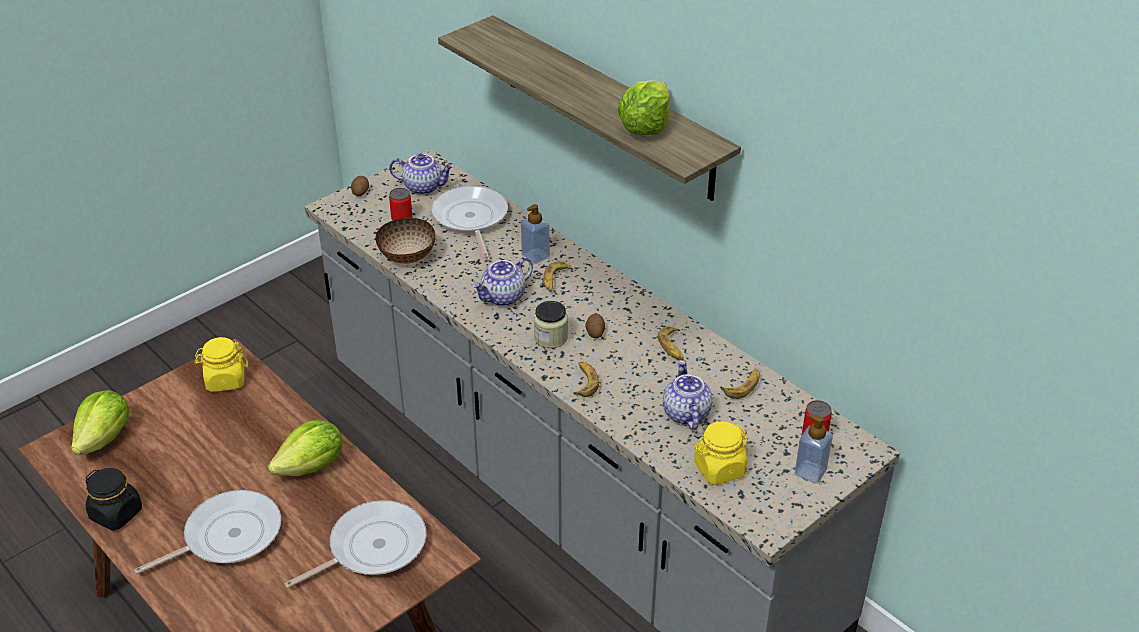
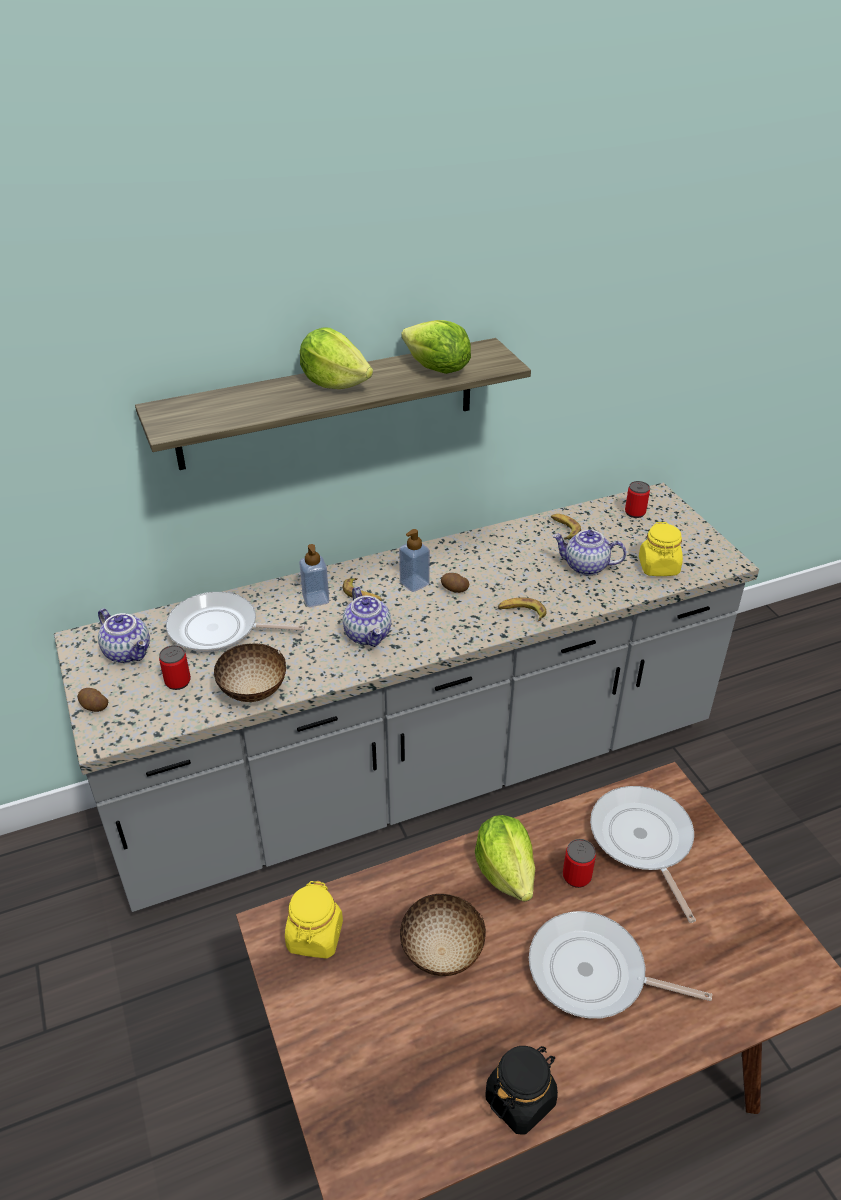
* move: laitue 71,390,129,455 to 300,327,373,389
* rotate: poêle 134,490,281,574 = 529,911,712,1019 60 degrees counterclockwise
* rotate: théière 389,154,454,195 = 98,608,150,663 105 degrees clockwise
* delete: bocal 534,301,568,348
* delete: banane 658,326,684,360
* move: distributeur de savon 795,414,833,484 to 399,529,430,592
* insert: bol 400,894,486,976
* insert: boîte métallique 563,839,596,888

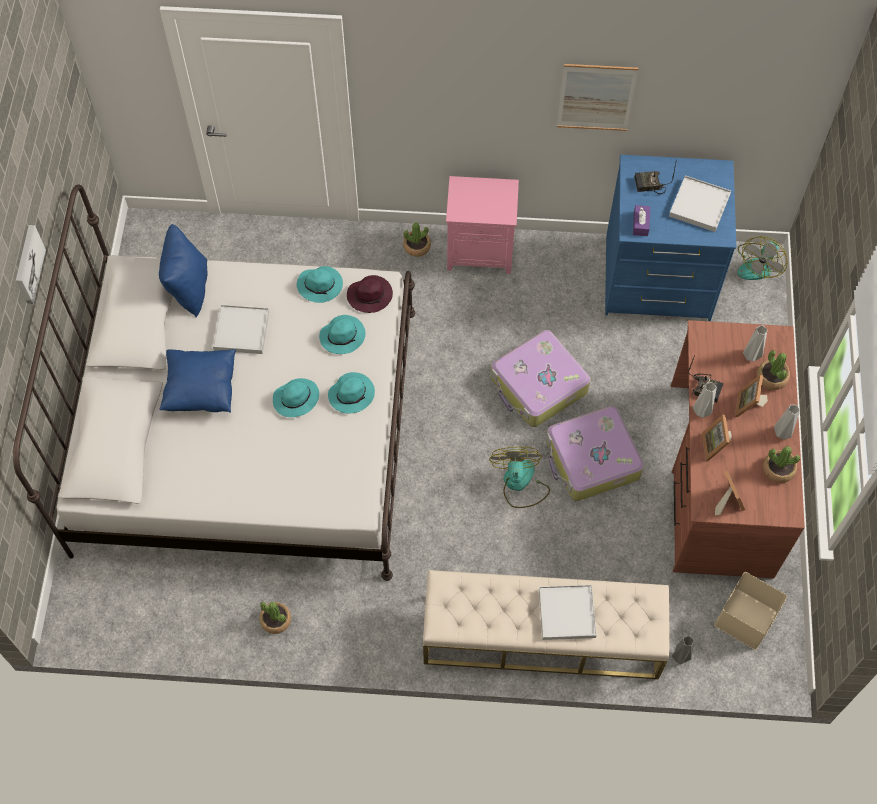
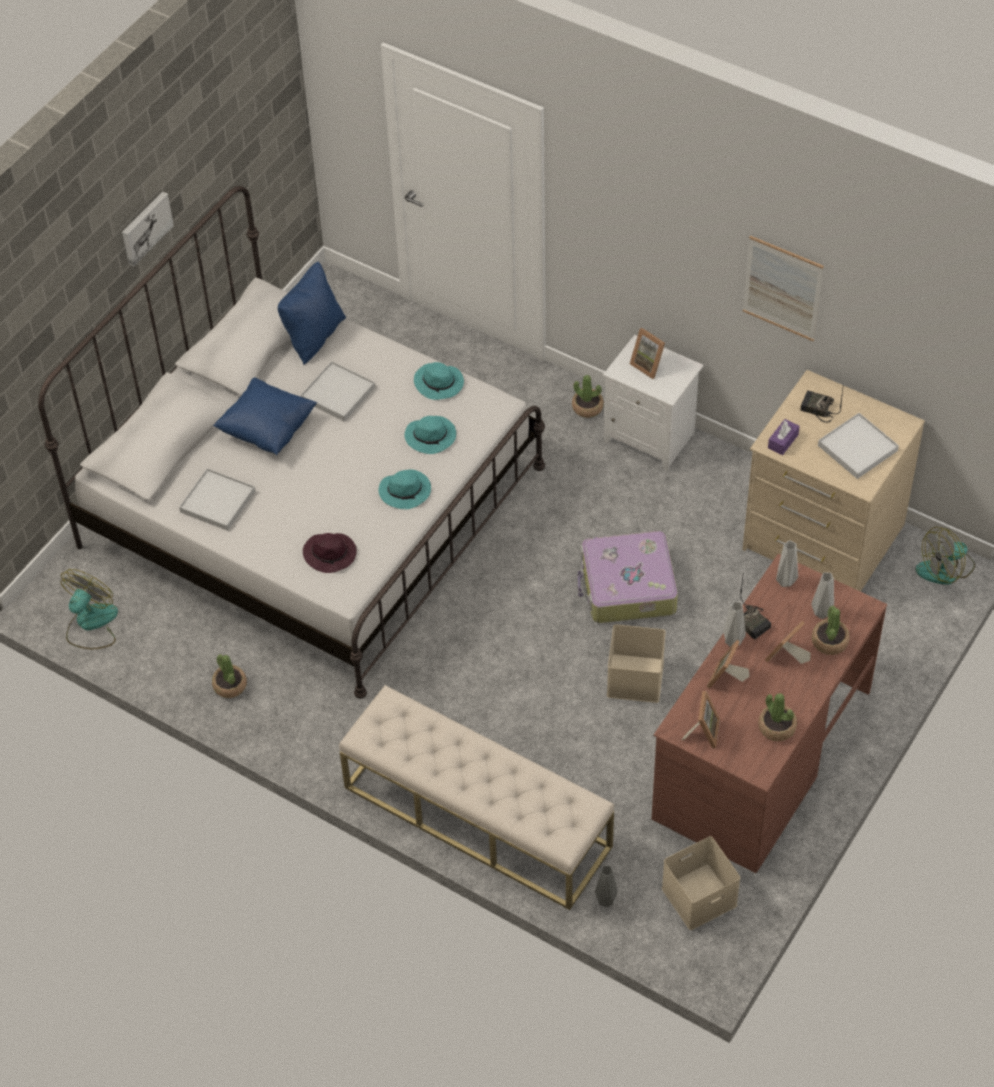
* delete: chapeau/turquoise 273,378,319,417
* move: chapeau/violet 347,275,393,313 to 303,533,357,573
* recolor: table de chevet/rose 446,176,519,274 to table de chevet/blanc 603,335,704,471
* move: ventilateur 489,447,550,508 to 61,569,118,649
* move: plateau/blanc 539,585,597,640 to 179,468,255,531
* replace: valise 546,406,644,501 to boîte de rangement/beige 607,624,666,703
* recolor: commode/bleu 605,155,736,321 to commode/beige 742,370,925,592
* move: vase/gris 774,405,800,440 to 776,540,798,587
* insert: cadre photo 630,328,665,379

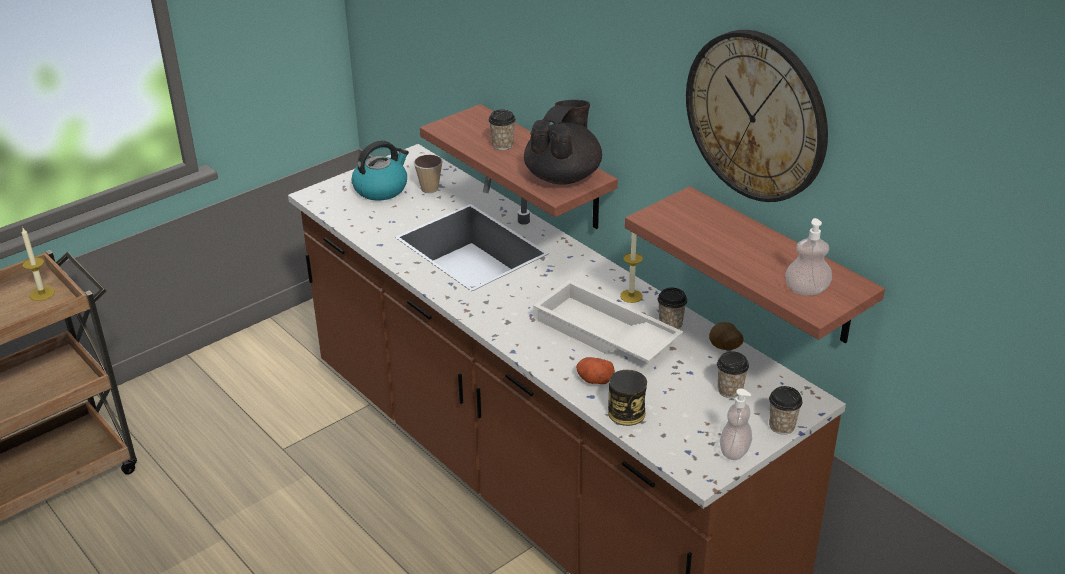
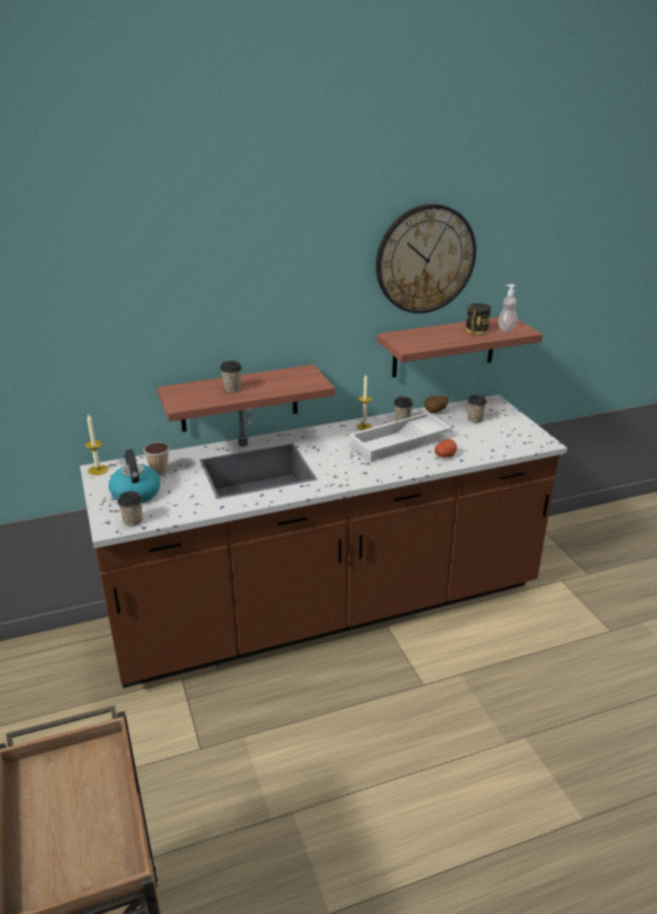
* move: bougie 22,228,55,301 to 85,414,108,475
* delete: théière/noir 524,100,602,185
* move: boîte métallique 608,370,647,426 to 466,303,491,335
* delete: distributeur de savon 720,388,752,460
* move: tasse 769,386,803,435 to 118,491,142,527

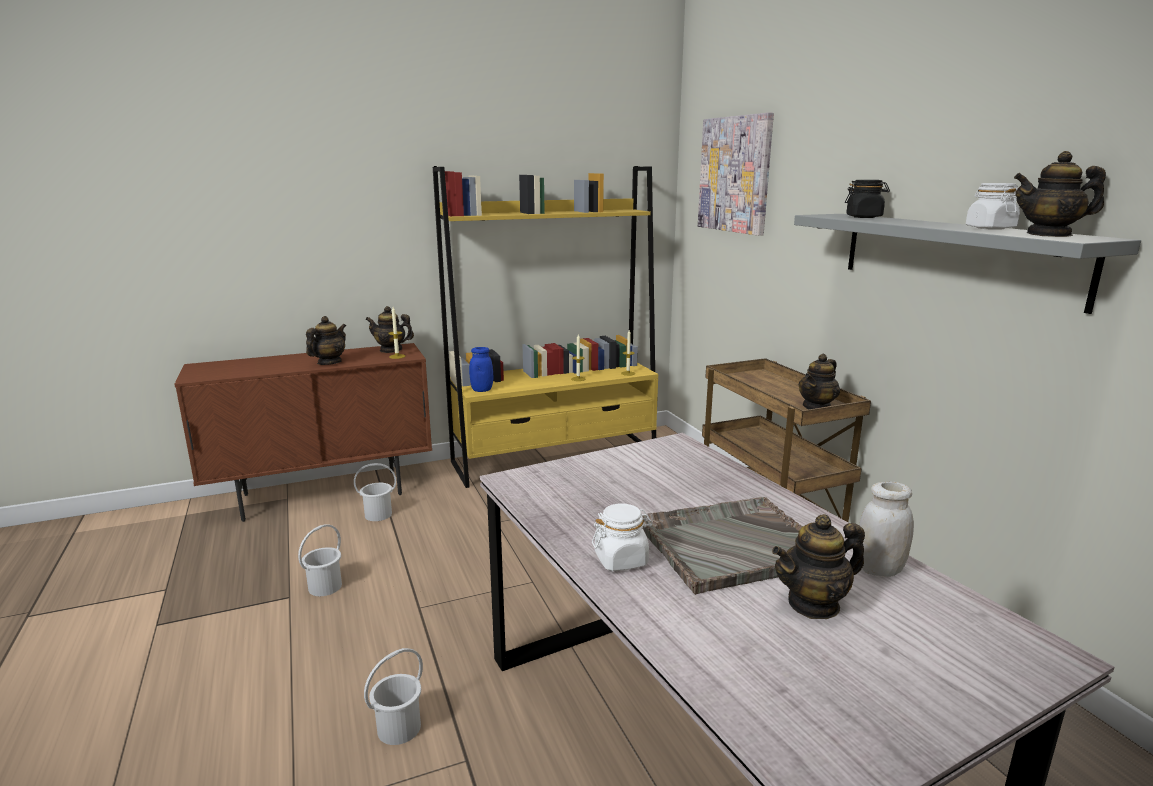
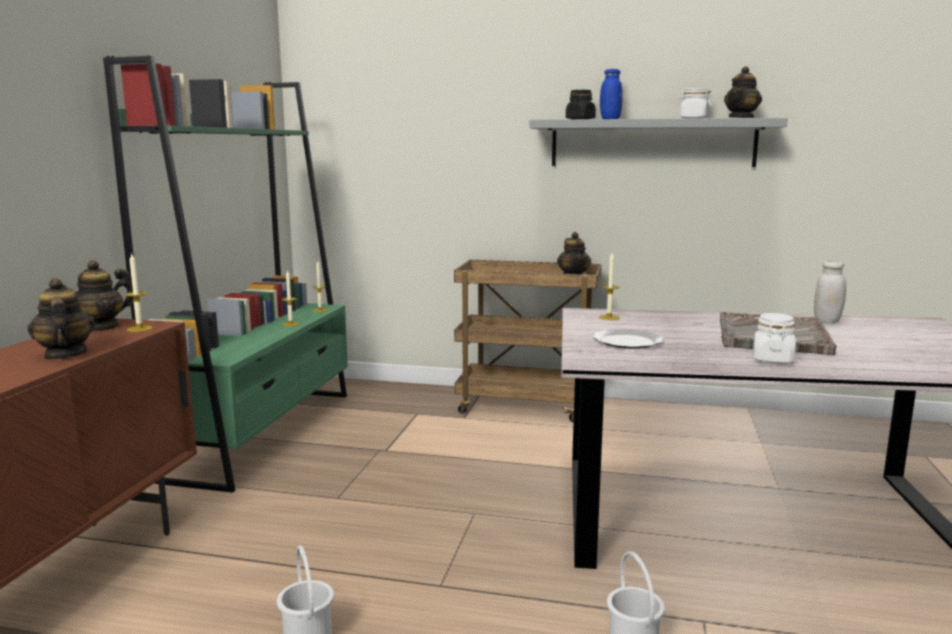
* delete: seau/blanc 354,463,396,521
* recolor: bibliothèque/jaune 433,166,658,488 to bibliothèque/vert 103,56,348,493
* move: bocal/bleu 469,347,493,392 to 600,69,622,119
* delete: tableau 698,113,774,236
* delete: théière 772,514,865,619
* insert: assiette 593,329,663,349
* insert: bougie 599,253,620,320

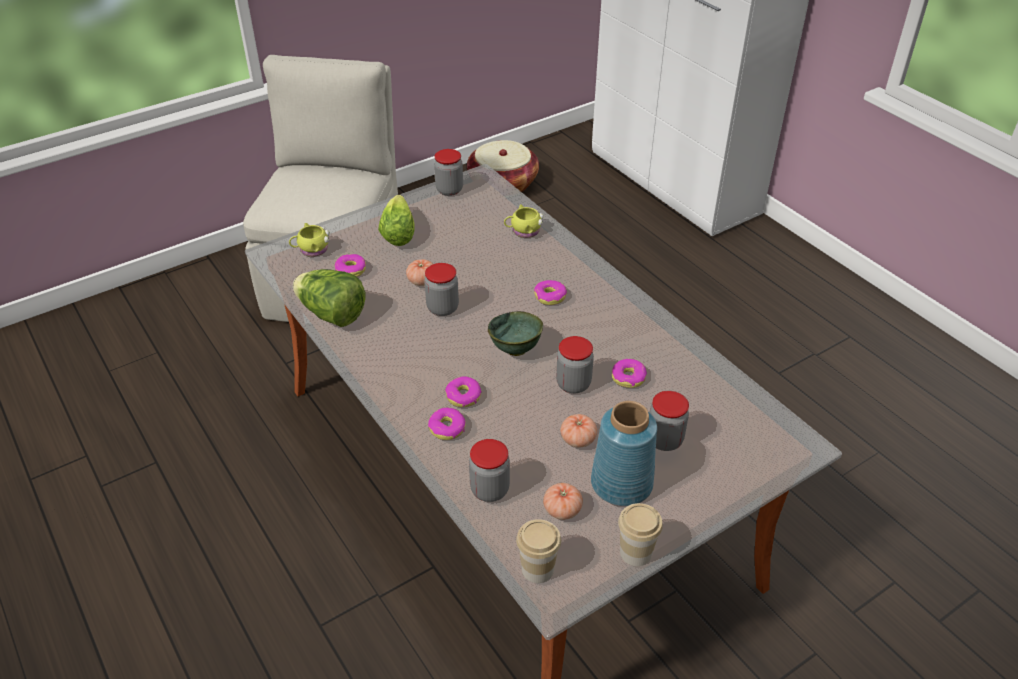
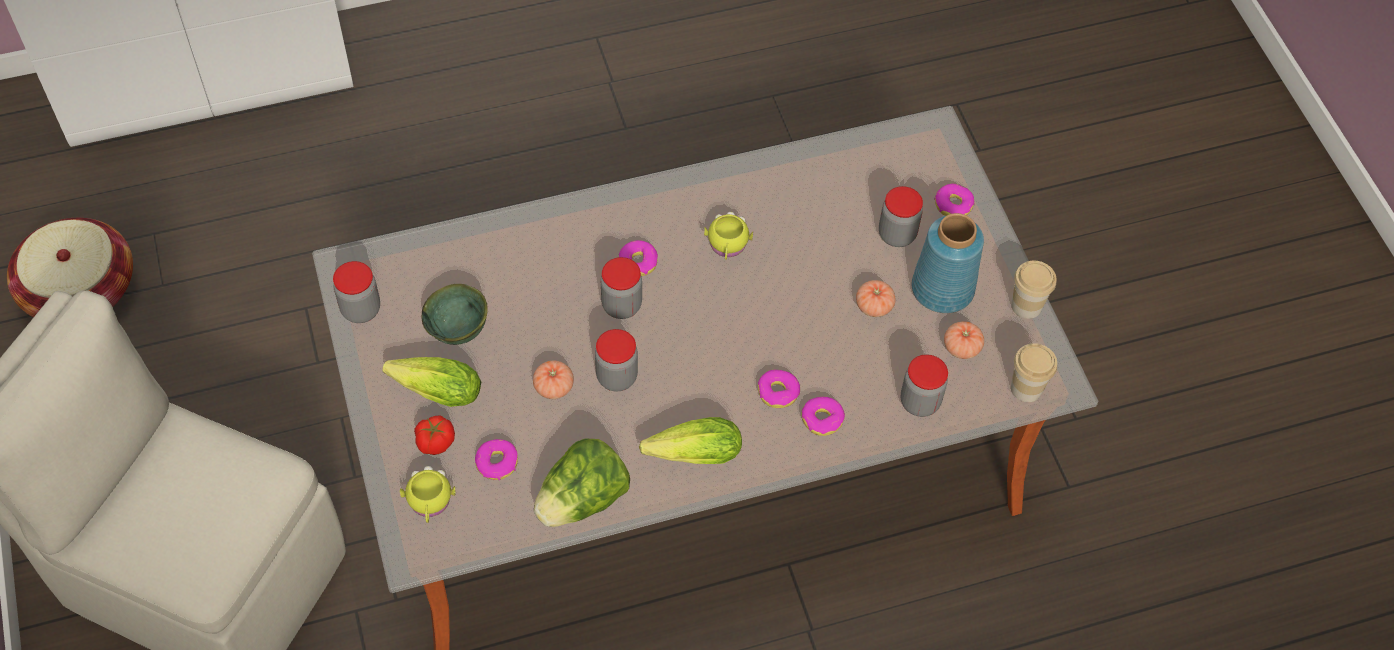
* move: bol/vert 488,311,543,356 to 422,284,488,345
* move: mug/jaune 504,205,544,238 to 704,212,753,260
* move: bocal 556,336,594,393 to 601,257,642,319
* move: beignet 612,359,647,388 to 934,184,974,216
* insert: tomate 414,415,455,455
* insert: laitue 639,417,742,464

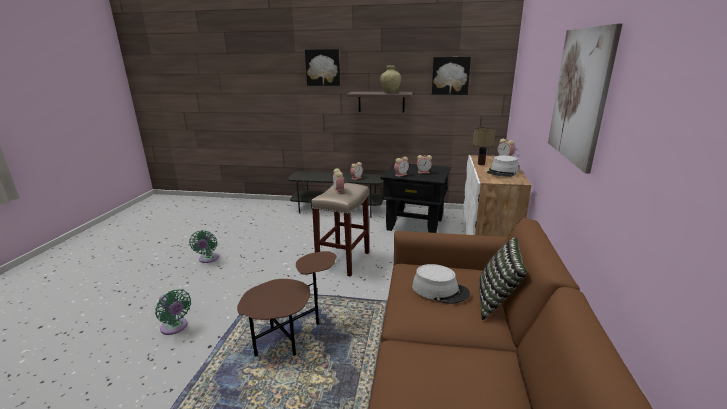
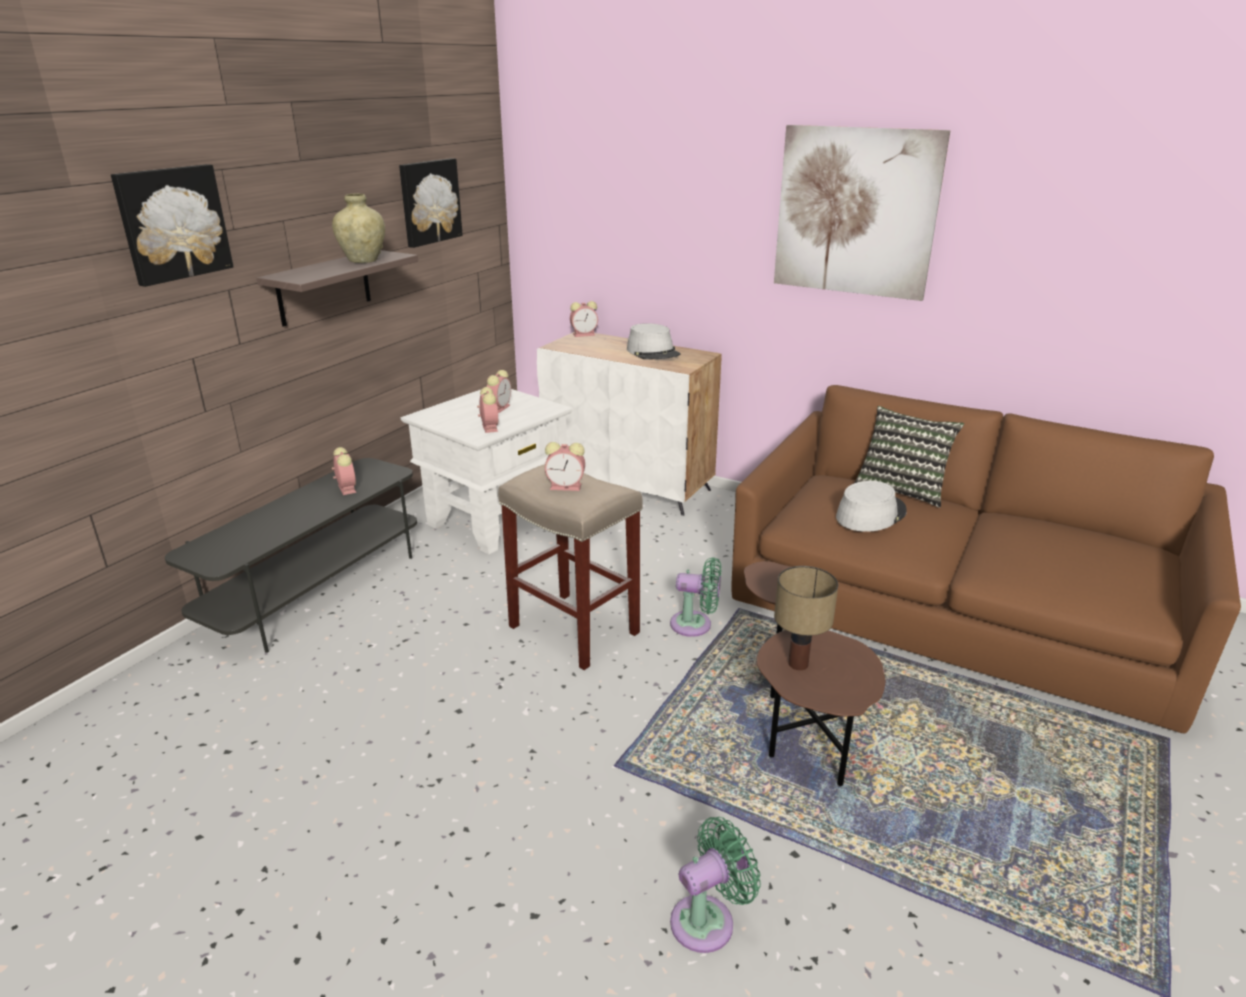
* move: ventilateur/vert 189,230,219,263 to 670,557,721,637
* recolor: table d'appoint/noir 380,163,451,233 to table d'appoint/blanc 401,389,573,554
* move: lampe de table 473,128,496,165 to 774,566,838,670

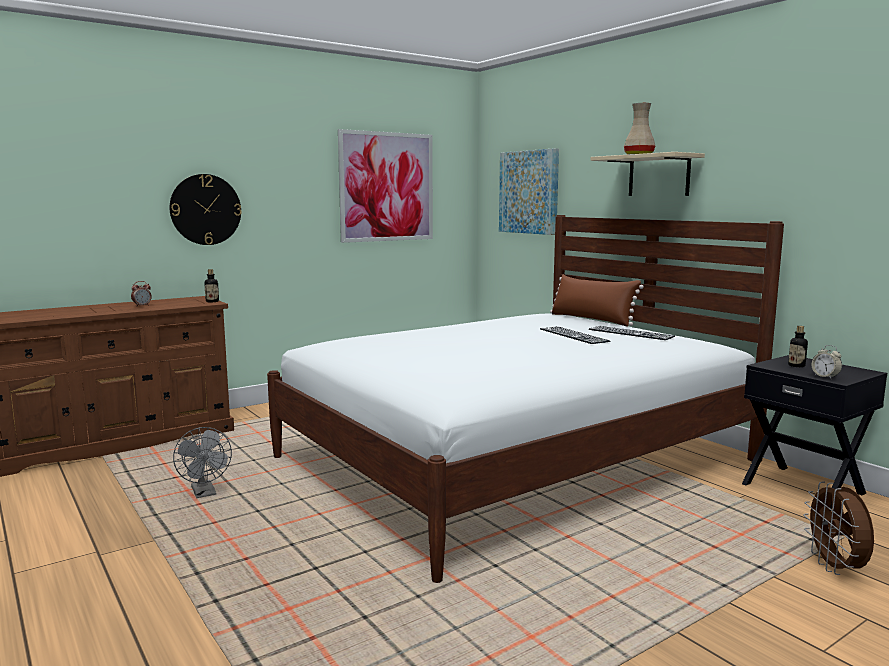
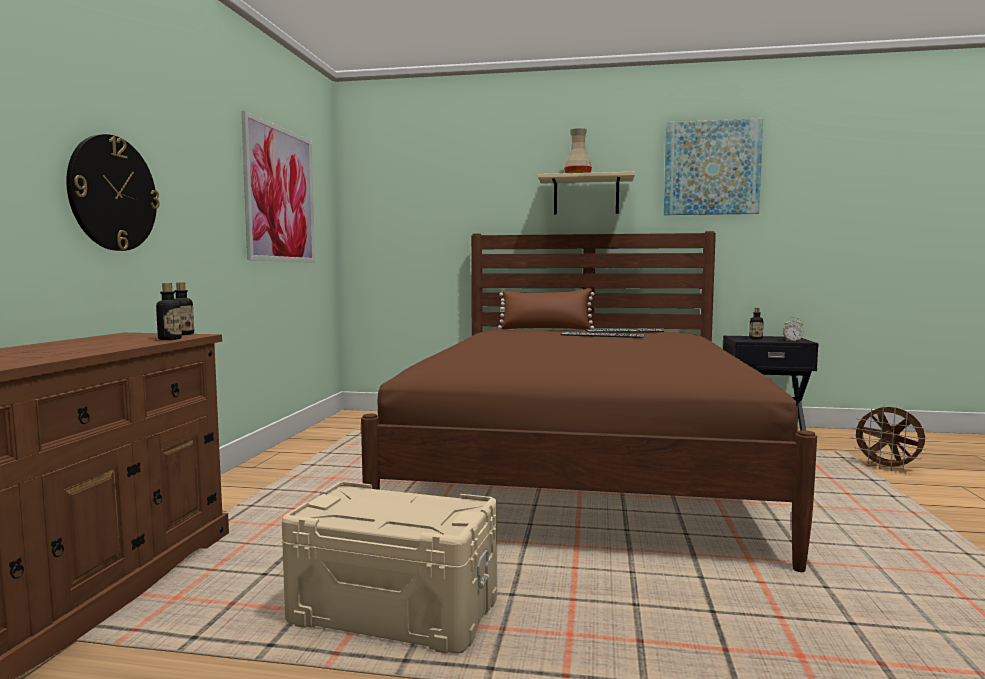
* delete: réveil 131,281,152,307
* replace: ventilateur/gris 173,427,232,498 to boîte de rangement/beige 282,481,497,654
* recolor: lit/blanc 267,215,784,583 to lit/marron 361,231,817,572
* move: tableau 499,148,559,235 to 664,118,763,215
* insert: bouteille 156,283,182,340

